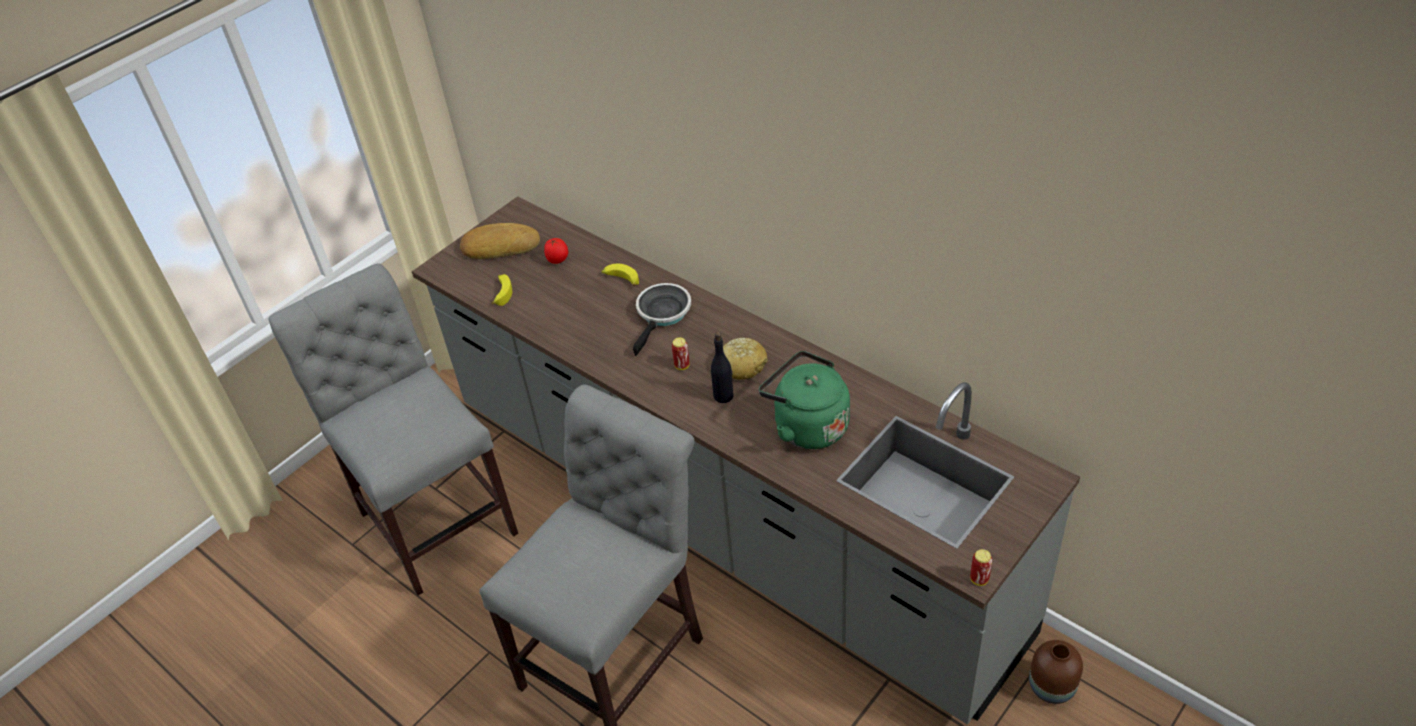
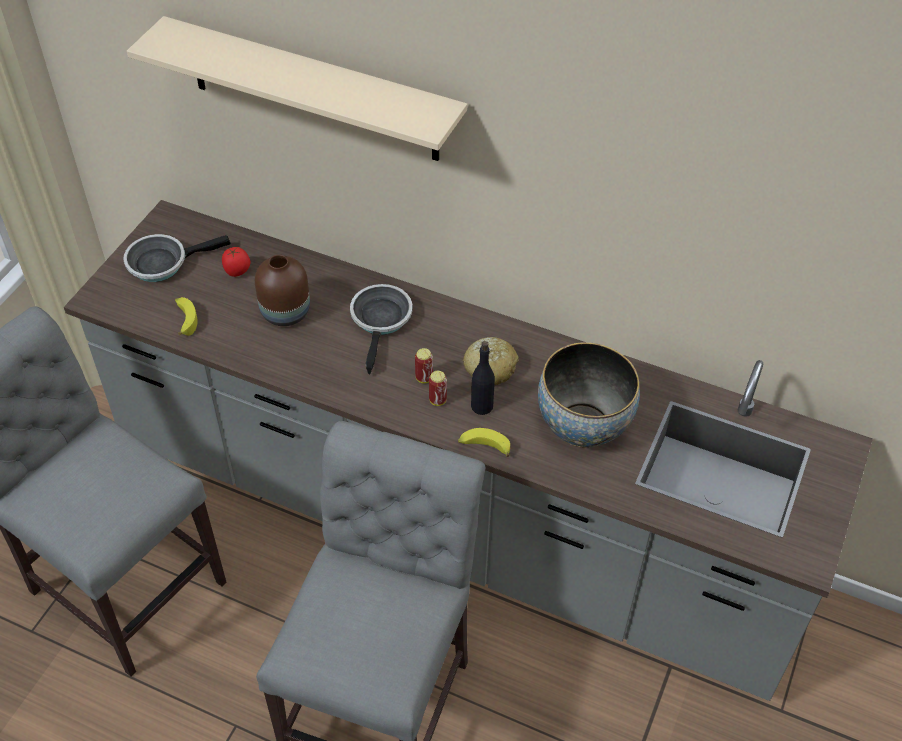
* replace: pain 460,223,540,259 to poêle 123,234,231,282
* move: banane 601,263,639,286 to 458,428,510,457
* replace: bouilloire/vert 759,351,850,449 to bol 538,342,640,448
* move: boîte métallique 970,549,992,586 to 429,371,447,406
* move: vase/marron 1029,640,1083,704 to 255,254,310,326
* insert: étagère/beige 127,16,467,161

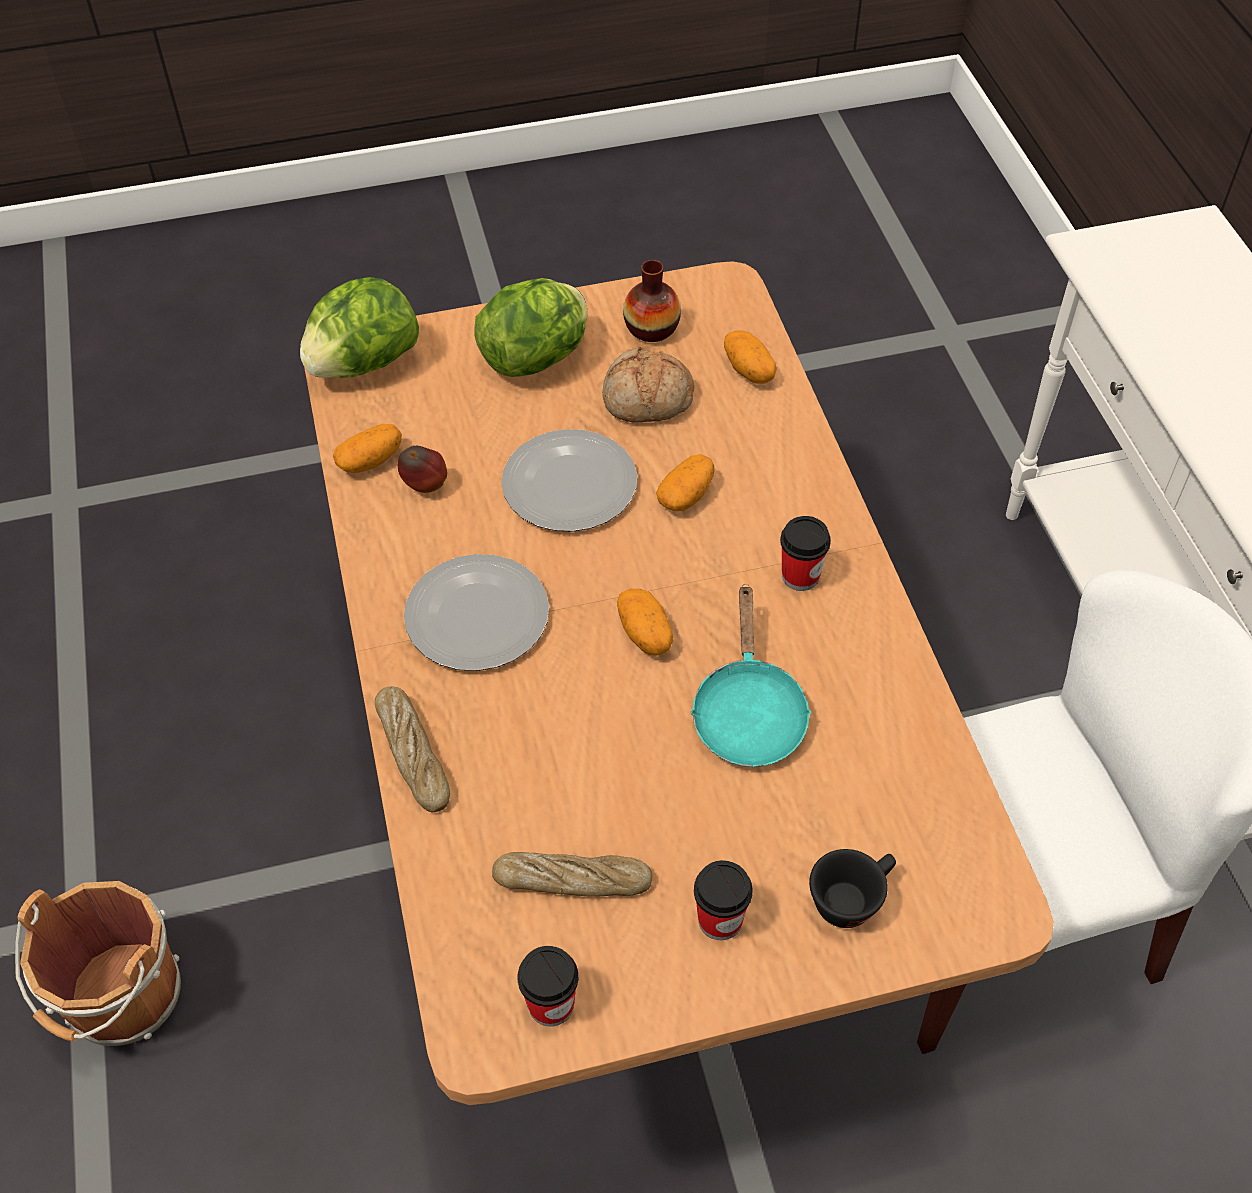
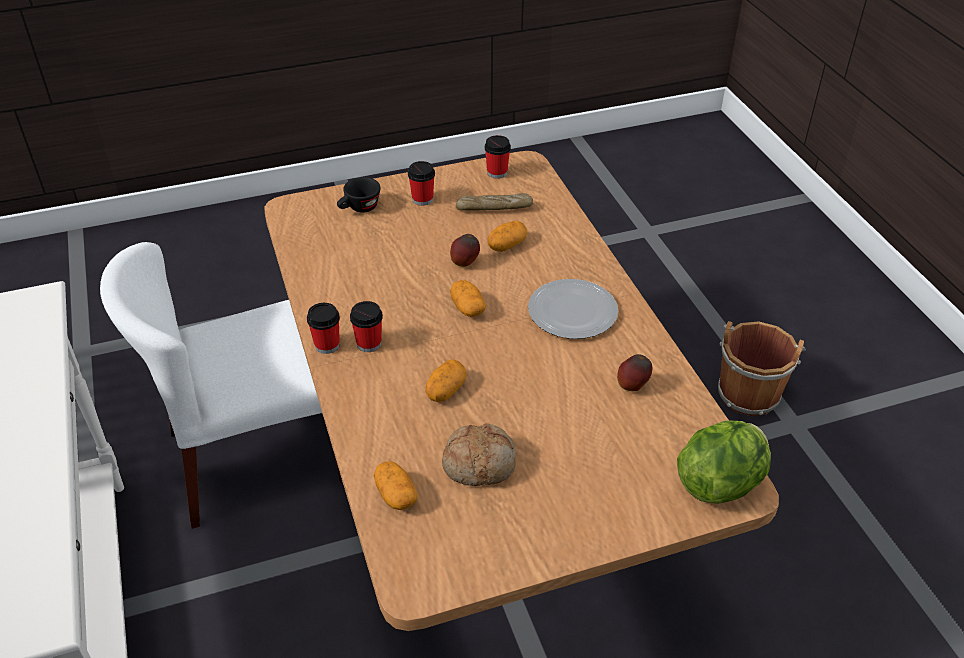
* move: pomme de terre 333,424,402,473 to 488,221,527,252
* delete: pain 375,687,450,813
* delete: laitue 474,278,588,377
* delete: assiette 501,429,637,532
* delete: vase 623,260,681,342
* delete: poêle/turquoise 690,584,811,767
* insert: tasse 307,303,340,354
* insert: pomme 450,234,480,267

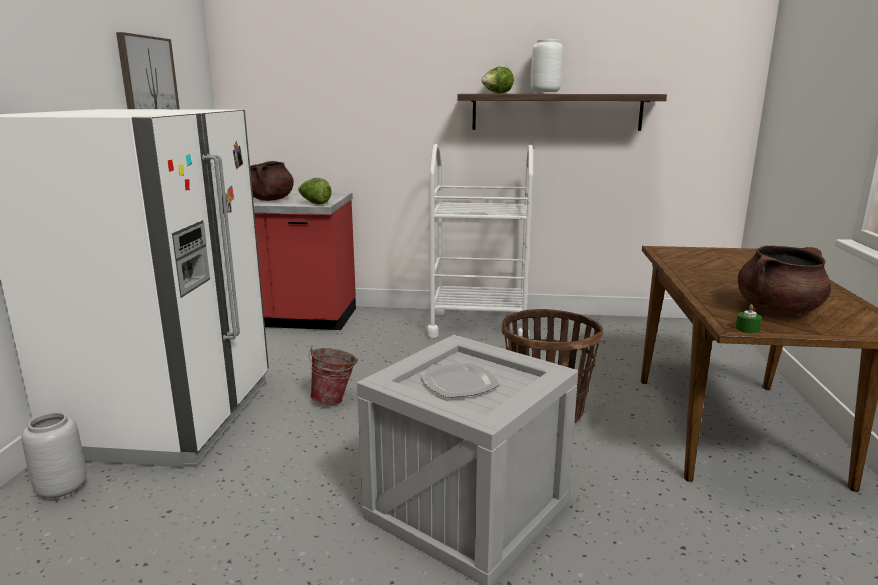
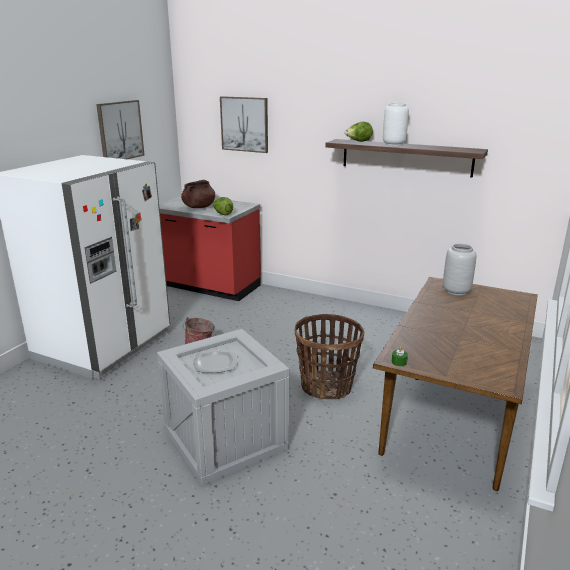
* move: vase/gris 21,412,87,500 to 443,244,477,295
* delete: chariot/blanc 427,144,533,338
* delete: marmite/marron 738,245,831,314
* insert: tableau 220,96,268,153

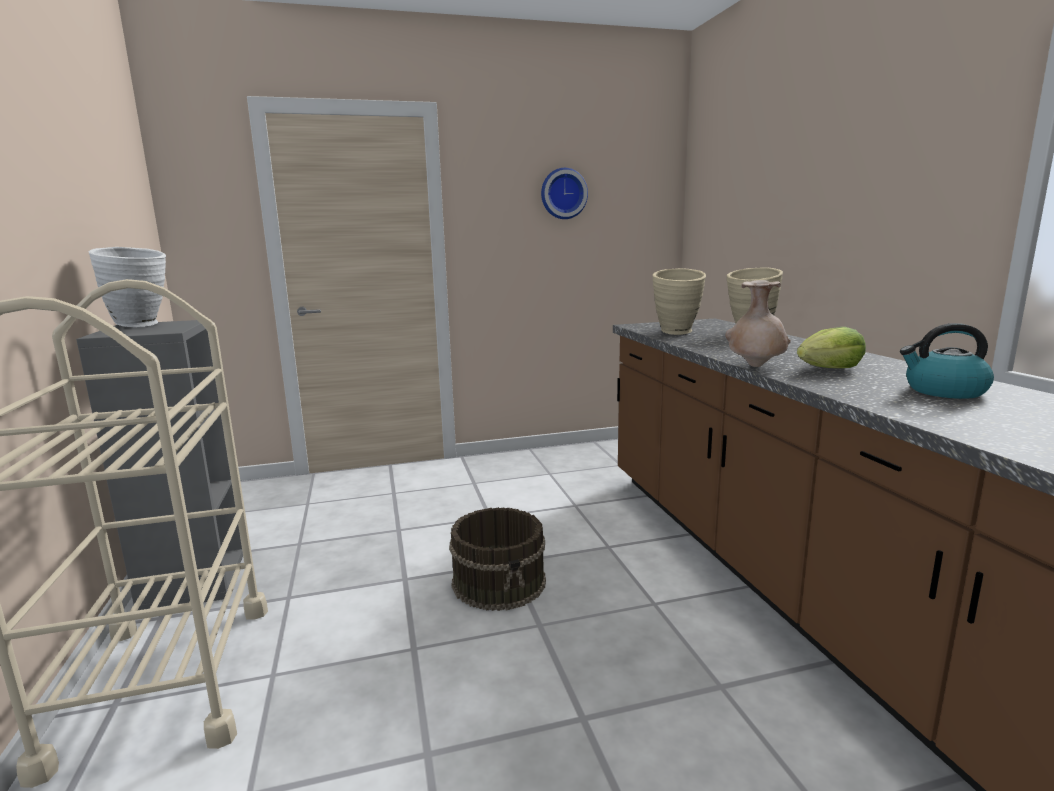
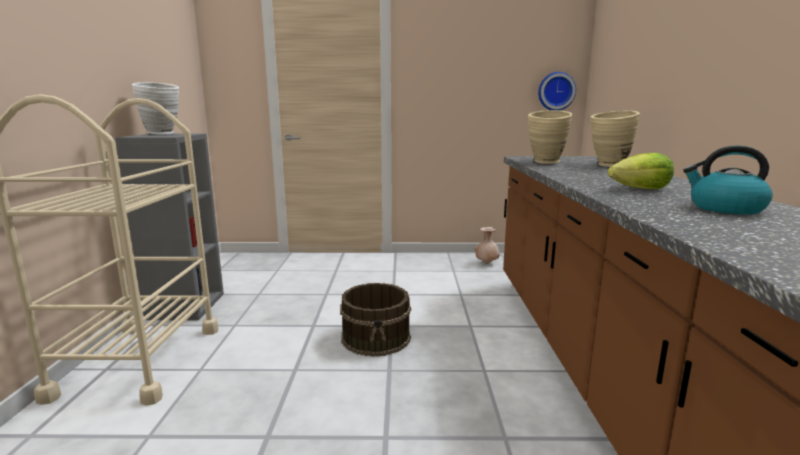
* move: horloge murale 541,168,588,219 to 538,72,576,111
* move: vase/beige 725,280,791,367 to 475,227,500,264

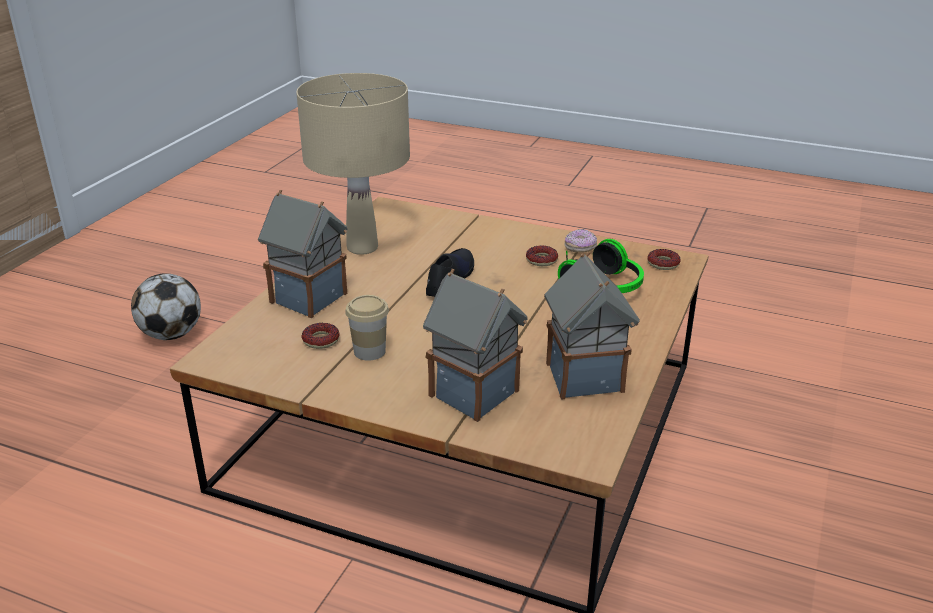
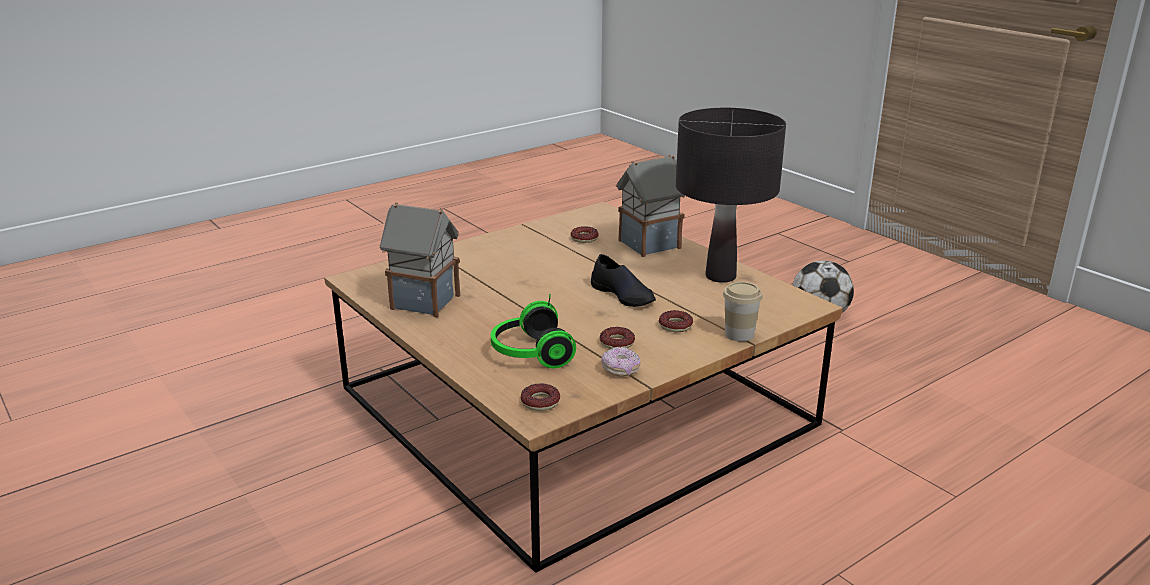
* recolor: lampe de table/beige 296,73,410,255 to lampe de table/noir 676,108,786,283
* move: tasse 345,295,389,361 to 723,282,763,342
* delete: maison miniature 423,269,528,422
* insert: beignet 659,310,693,332

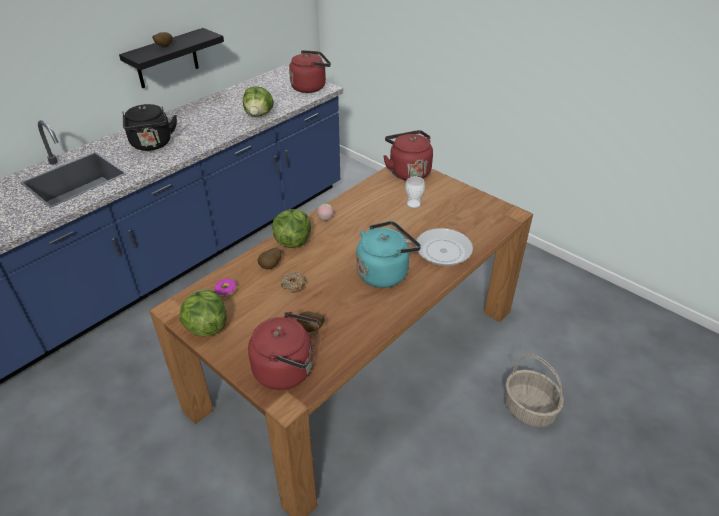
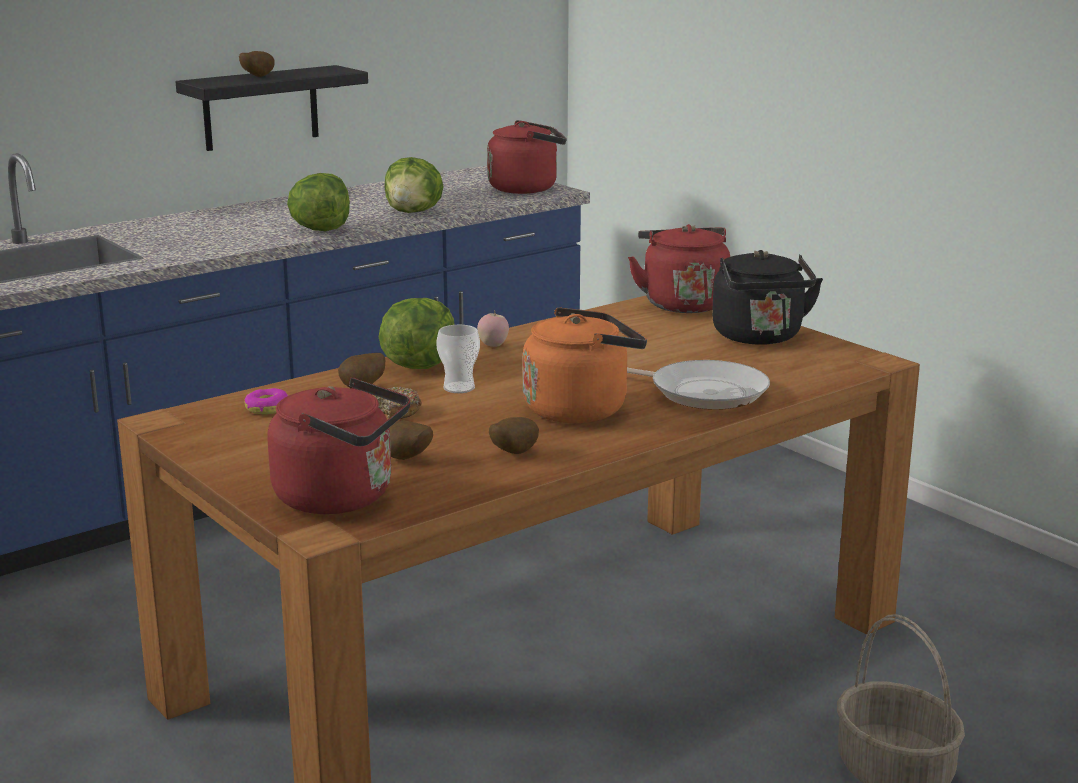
* move: bouilloire/noir 123,104,177,151 to 712,250,823,345
* move: laitue 179,289,227,337 to 287,173,350,231
* recolor: bouilloire/turquoise 356,221,421,288 to bouilloire/orange 523,307,647,423
* move: tasse 405,176,425,208 to 436,325,480,393
* insert: pomme de terre 489,417,539,454

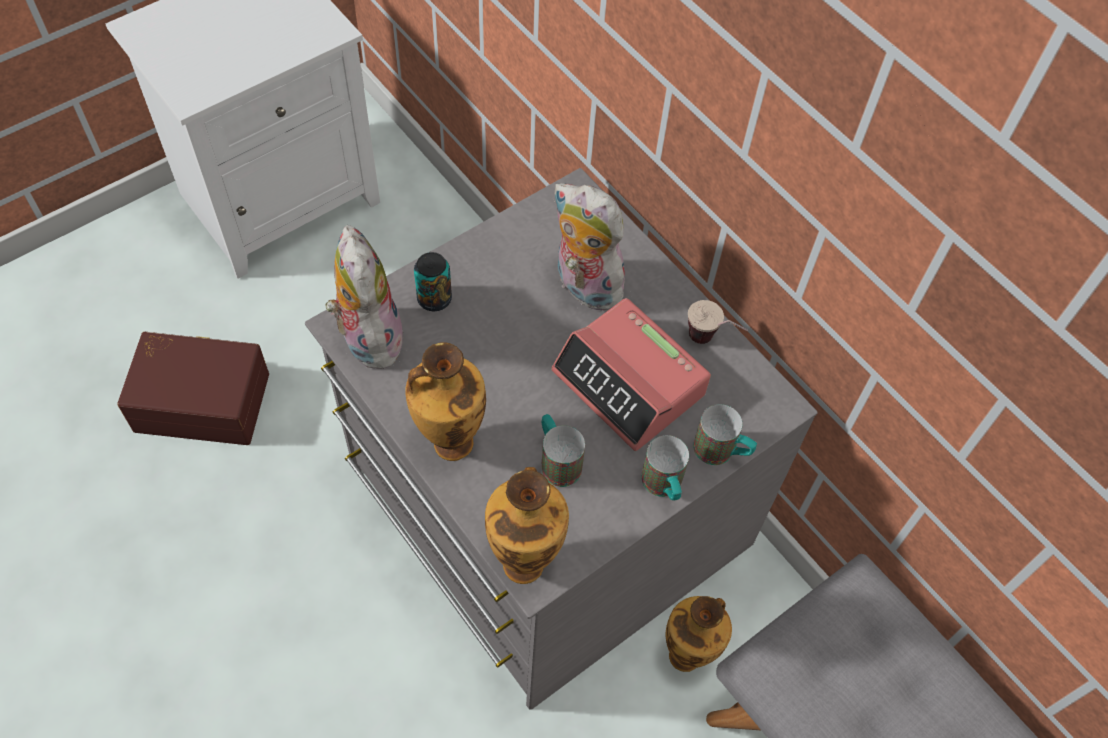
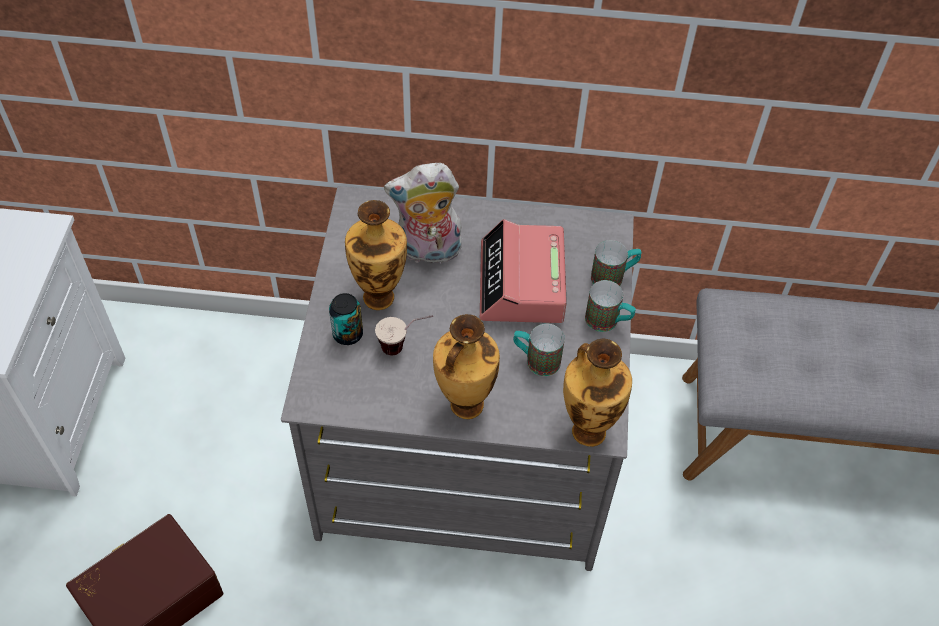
* delete: peluche 325,225,408,369
* rotate: réveil 551,298,711,451 = 480,219,567,323 90 degrees clockwise
* move: vase 666,596,732,672 to 345,200,407,310
* move: tasse 688,300,748,344 to 375,315,433,356

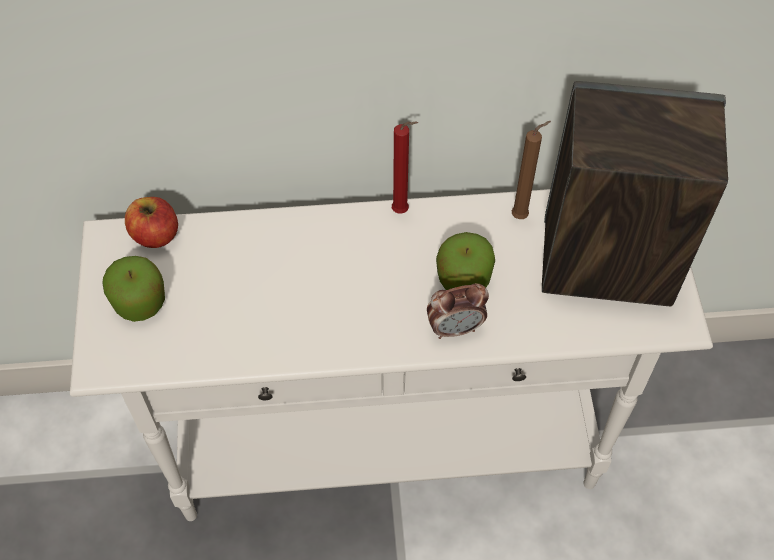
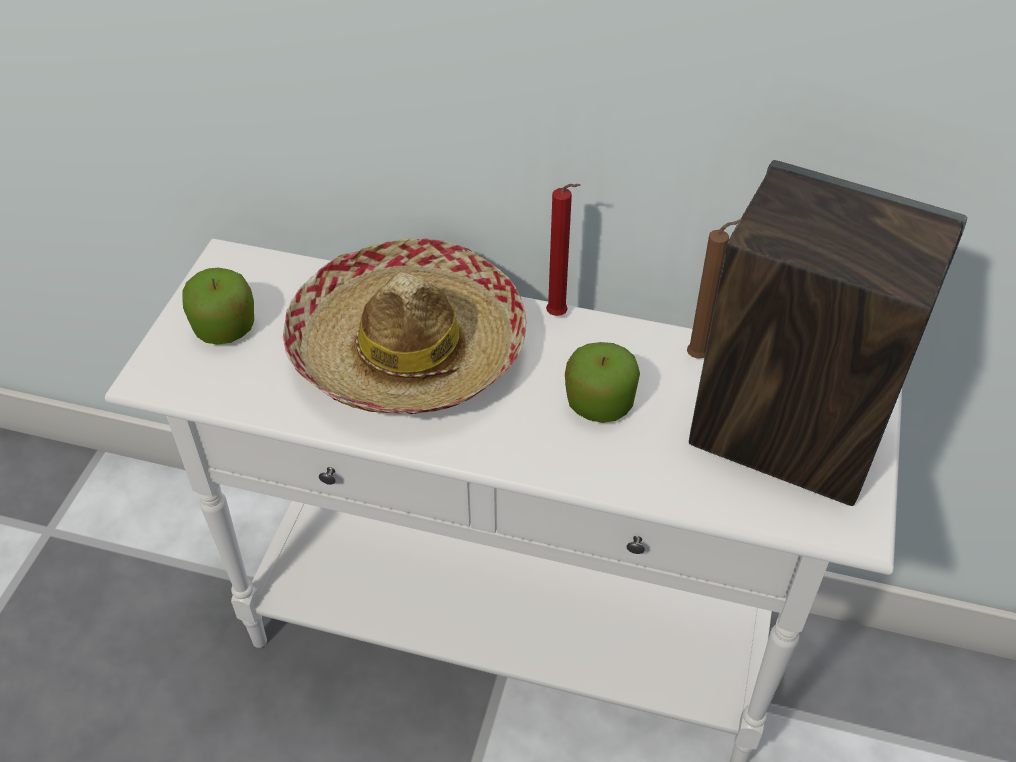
* delete: pomme 125,197,178,248
* delete: réveil 427,283,489,339
* insert: chapeau 283,238,526,414

